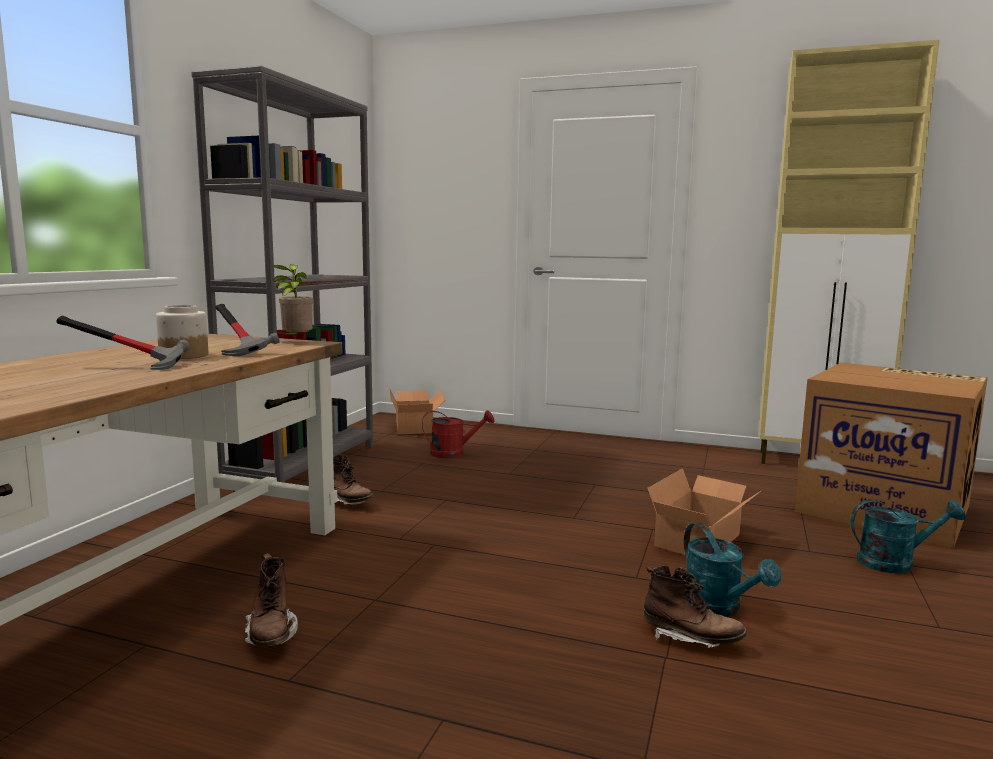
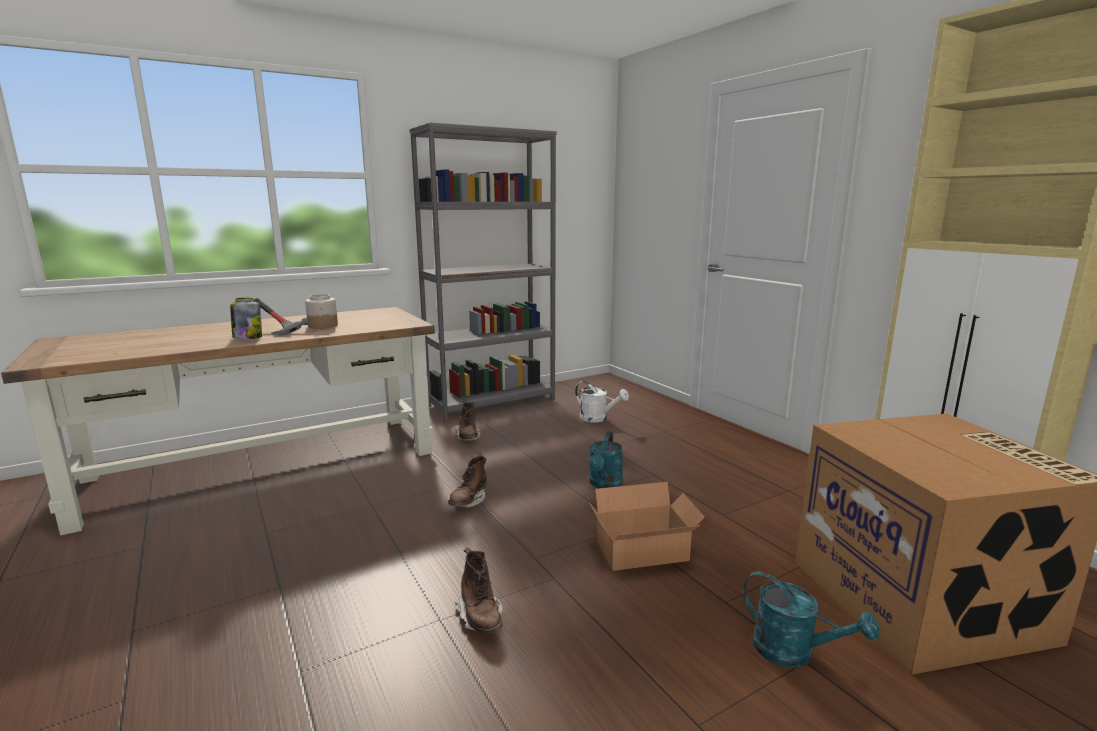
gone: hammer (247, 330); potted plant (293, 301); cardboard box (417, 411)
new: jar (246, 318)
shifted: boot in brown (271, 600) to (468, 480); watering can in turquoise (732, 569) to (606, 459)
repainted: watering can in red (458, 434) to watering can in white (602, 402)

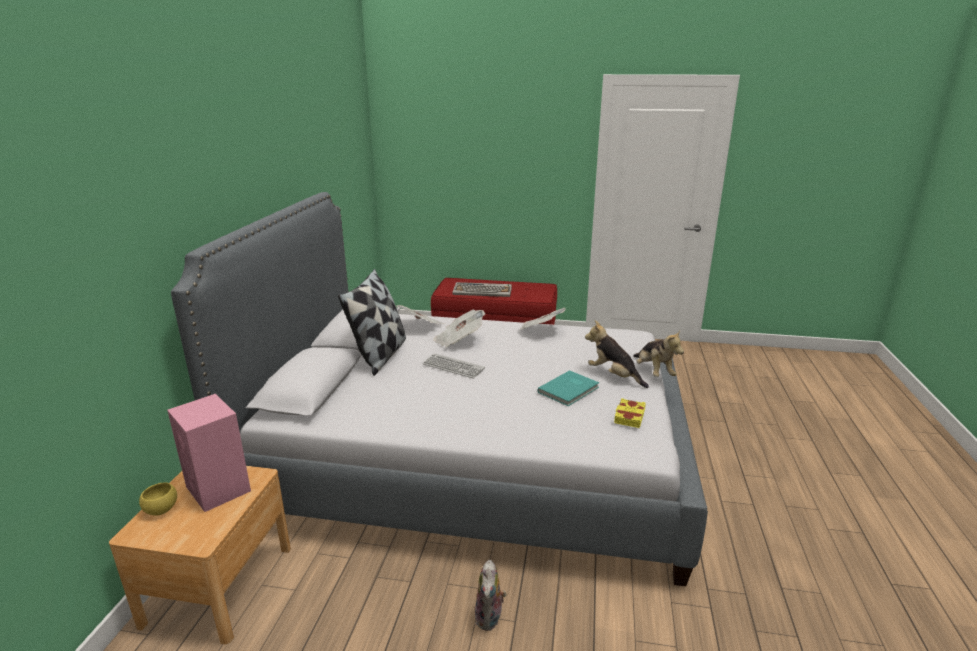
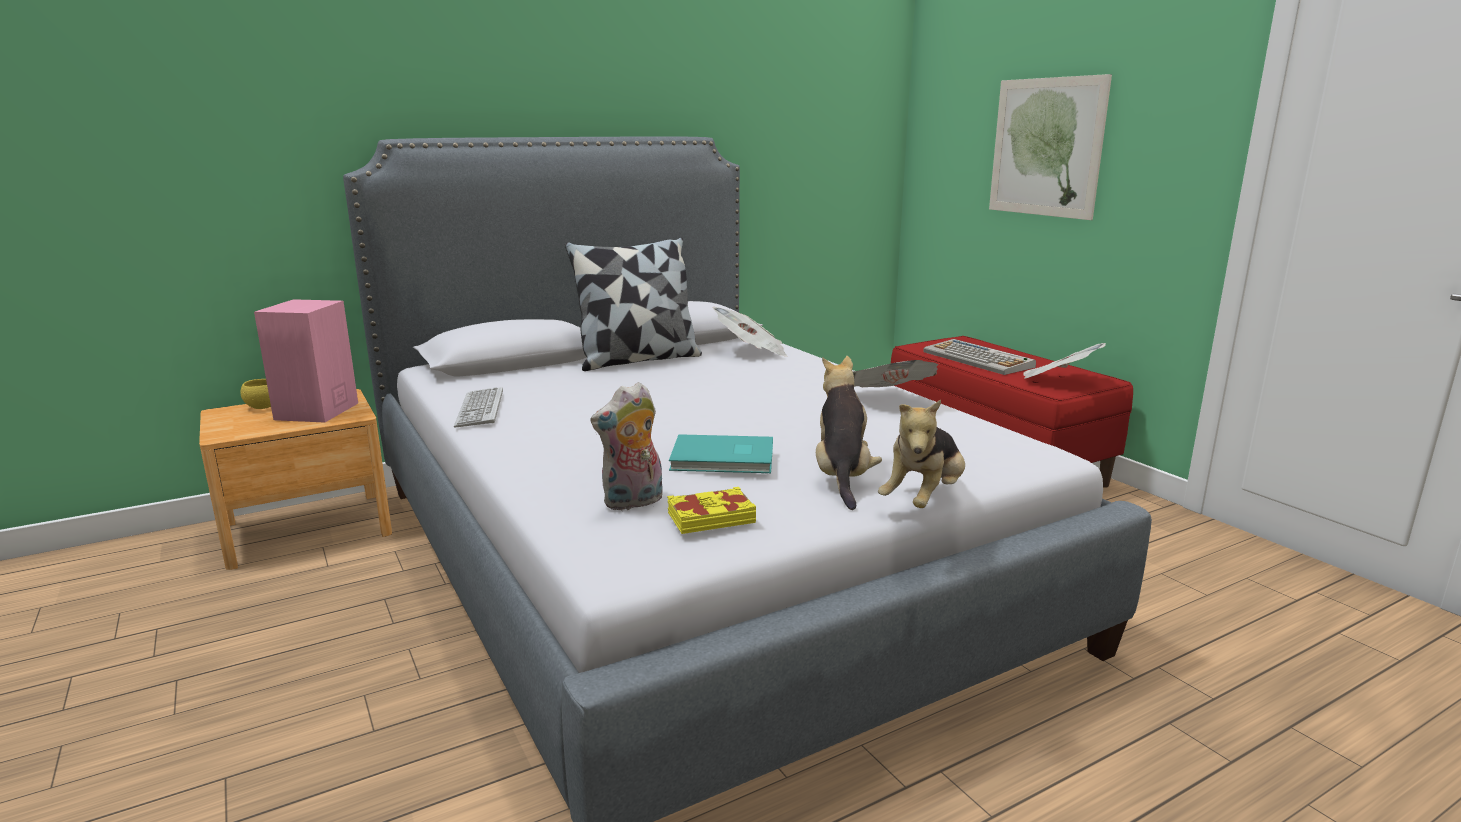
new: picture (1050, 147)
shifted: keyboard (453, 366) to (478, 407); newspaper (459, 328) to (1064, 361); plush toy (491, 595) to (626, 446)

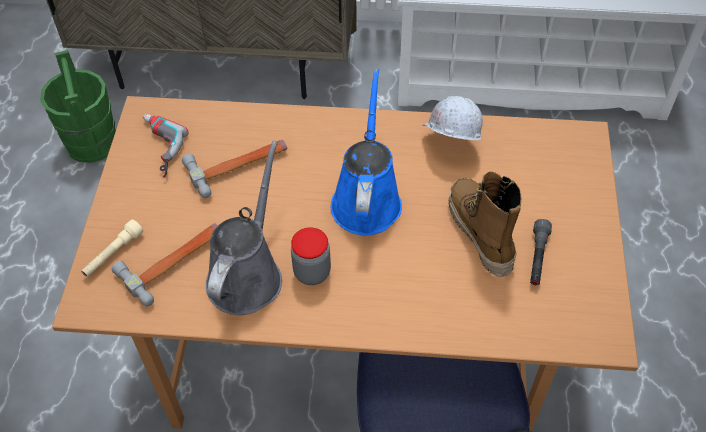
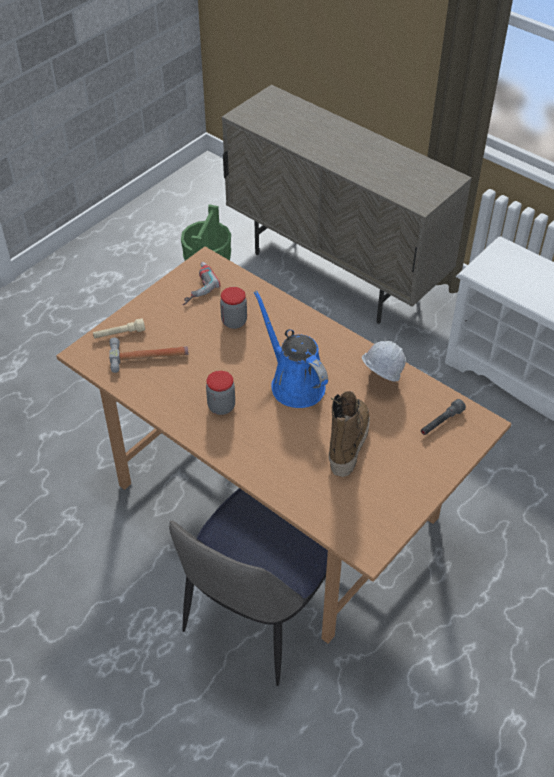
gone: watering can in grey (244, 228)
shifted: flashlight in grey (541, 252) to (443, 417)
swapped: hammer (235, 169) to jar (233, 308)
rotated: watering can in blue (366, 152) = (291, 349) 75 degrees counterclockwise

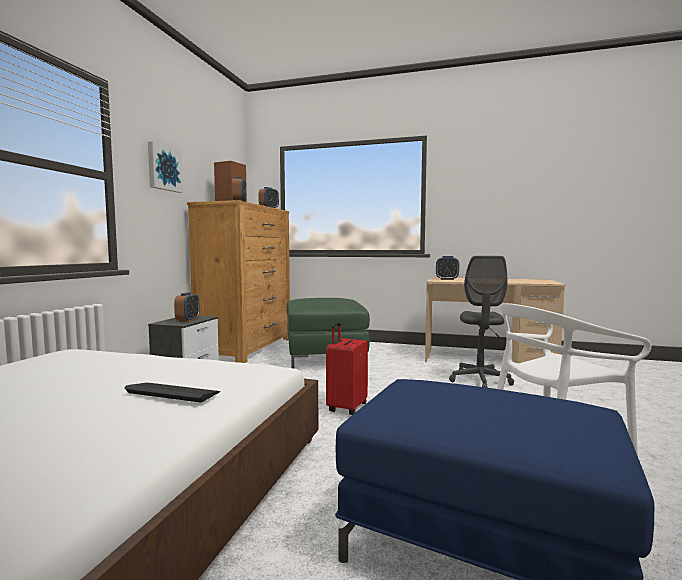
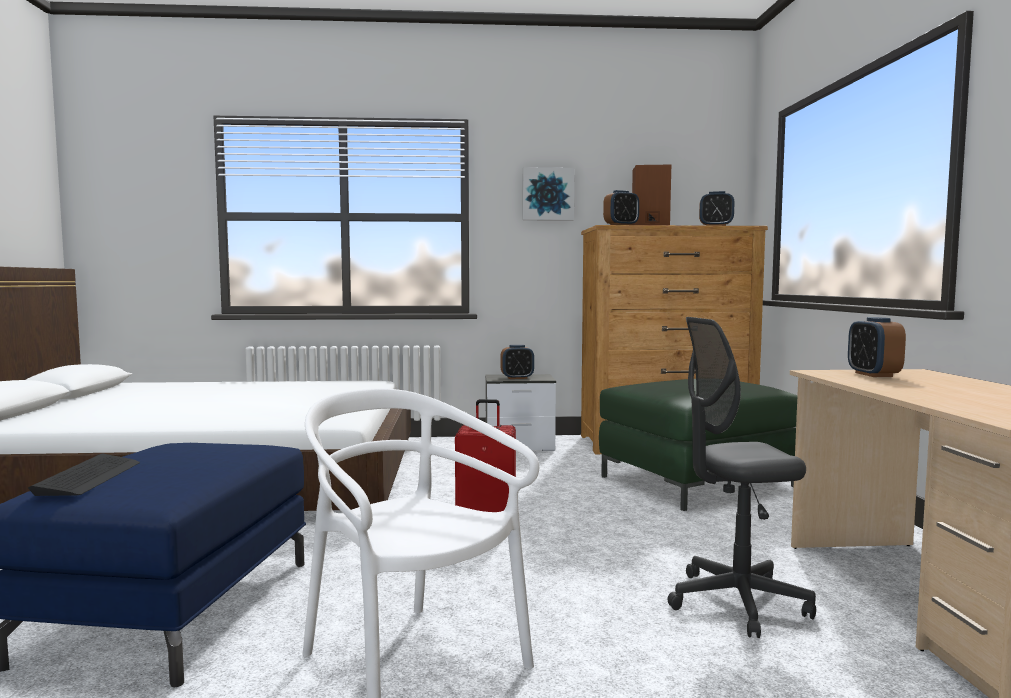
shifted: keyboard (172, 392) to (84, 474)

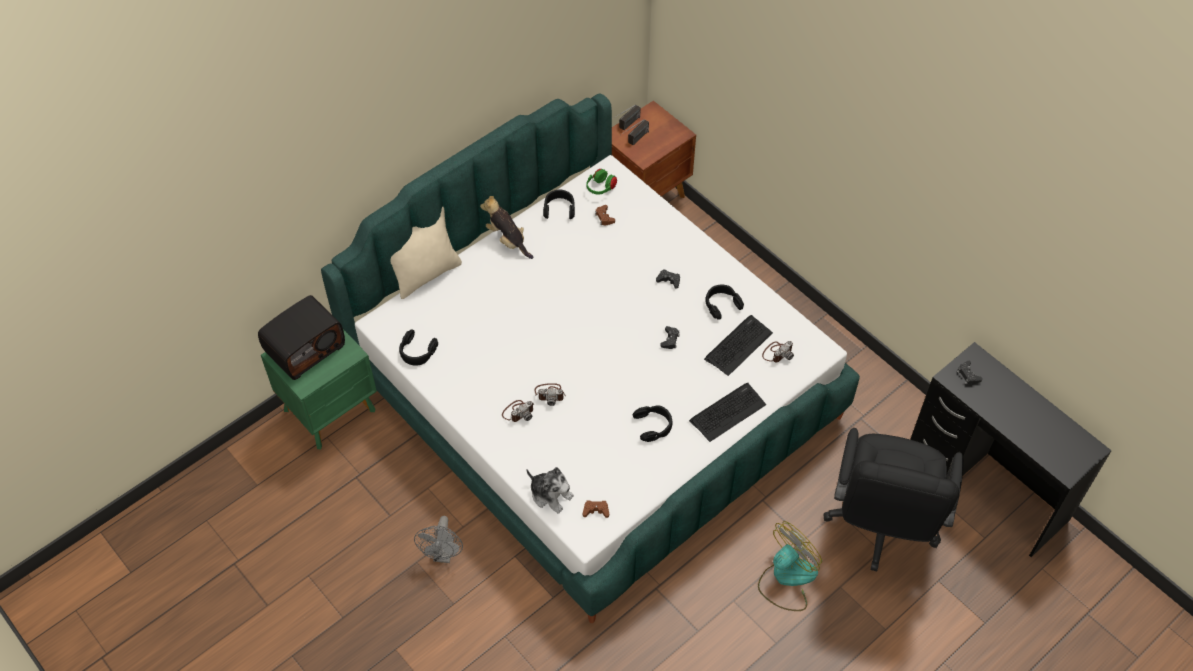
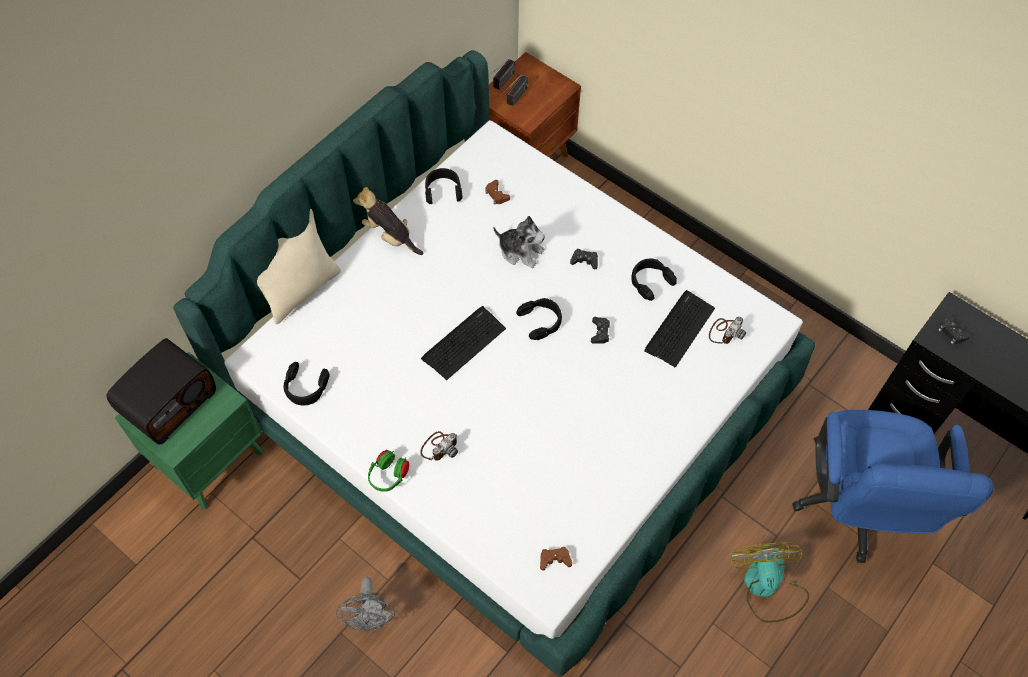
gone: photo camera (550, 394)
shifted: plush toy (550, 490) to (519, 242); headphones in green (602, 182) to (388, 471); headphones in black (652, 423) to (539, 319); keyboard (727, 412) to (463, 343)
repainted: office chair in black (893, 499) to office chair in blue (893, 486)
rotated: fan (790, 566) = (769, 583) 45 degrees counterclockwise

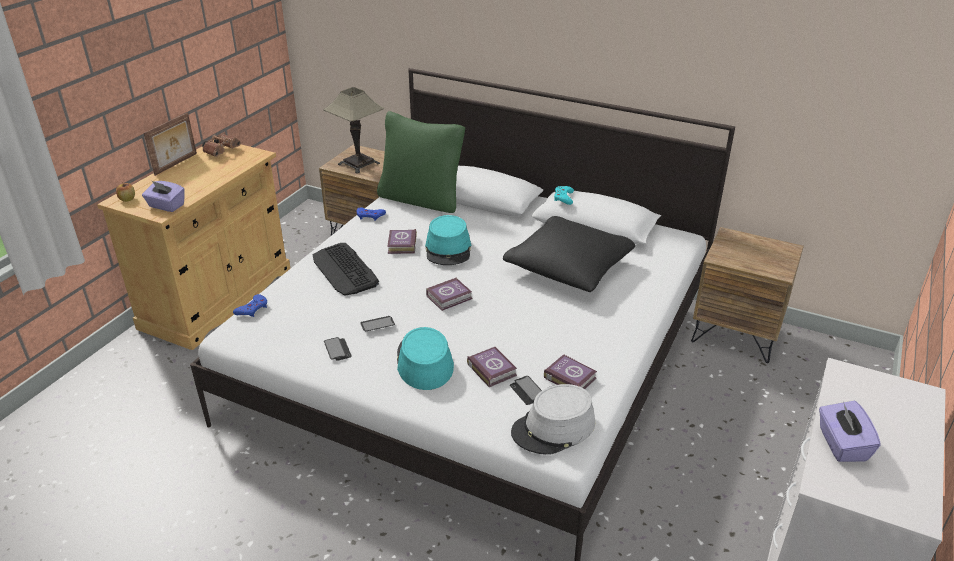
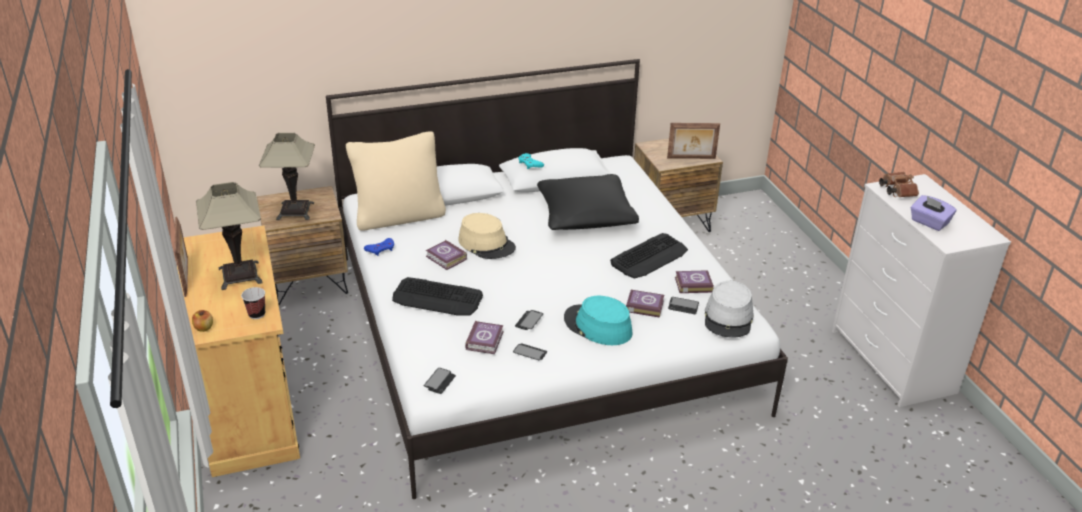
gone: game controller in blue (250, 305)
new: table lamp (229, 236); phone (440, 381); keyboard (649, 256); picture frame (693, 141)
shifted: binoculars in brown (221, 145) to (899, 184); book (449, 294) to (484, 337)
swapped: tissue box in purple (163, 196) to cup (253, 303)
repainted: pillow in green (421, 162) to pillow in beige (396, 181); hat in turquoise (448, 240) to hat in beige (487, 236)

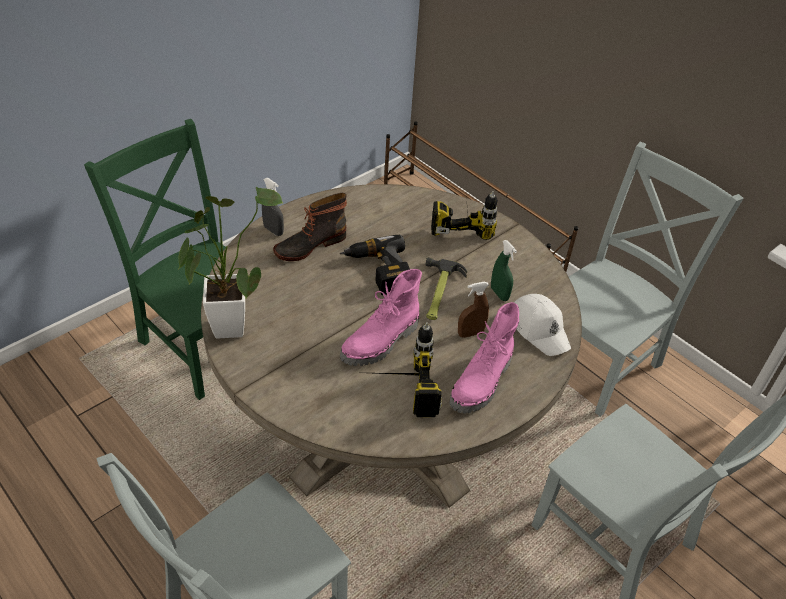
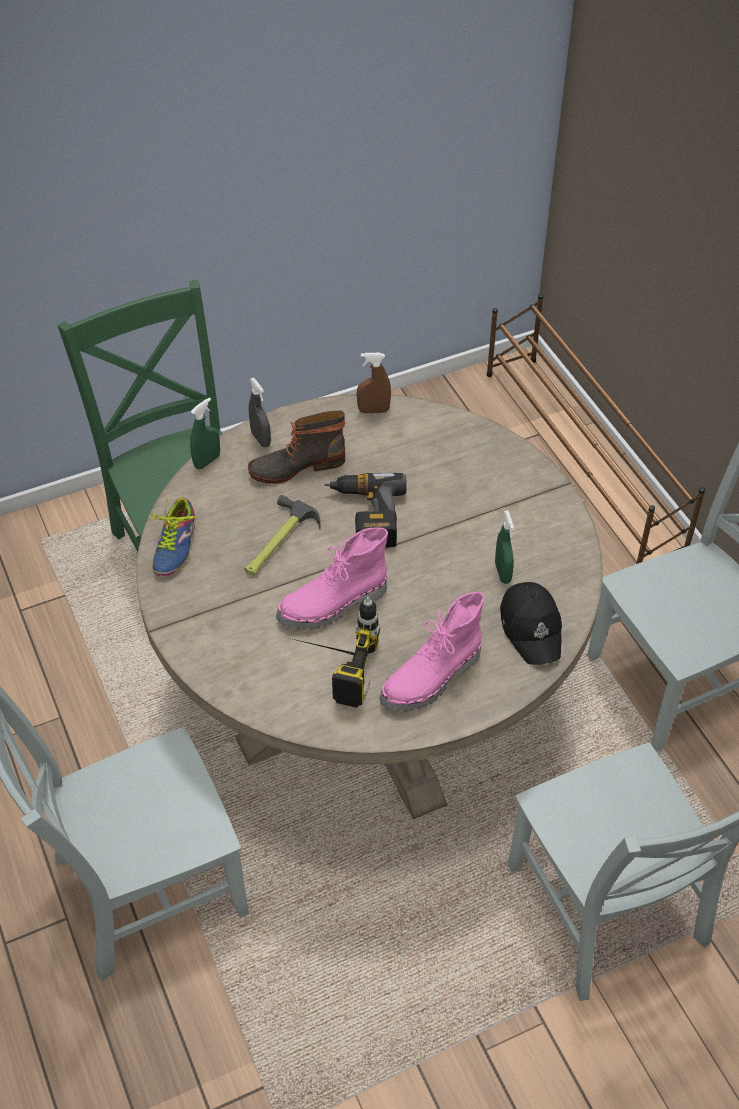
gone: power drill (464, 215)
new: spray bottle in green (205, 433)
shifted: hammer (446, 289) to (282, 535); spray bottle in brown (473, 310) to (374, 383)
swapped: potted plant (230, 263) to shoe (174, 536)
repainted: cap in white (542, 325) to cap in black (531, 623)

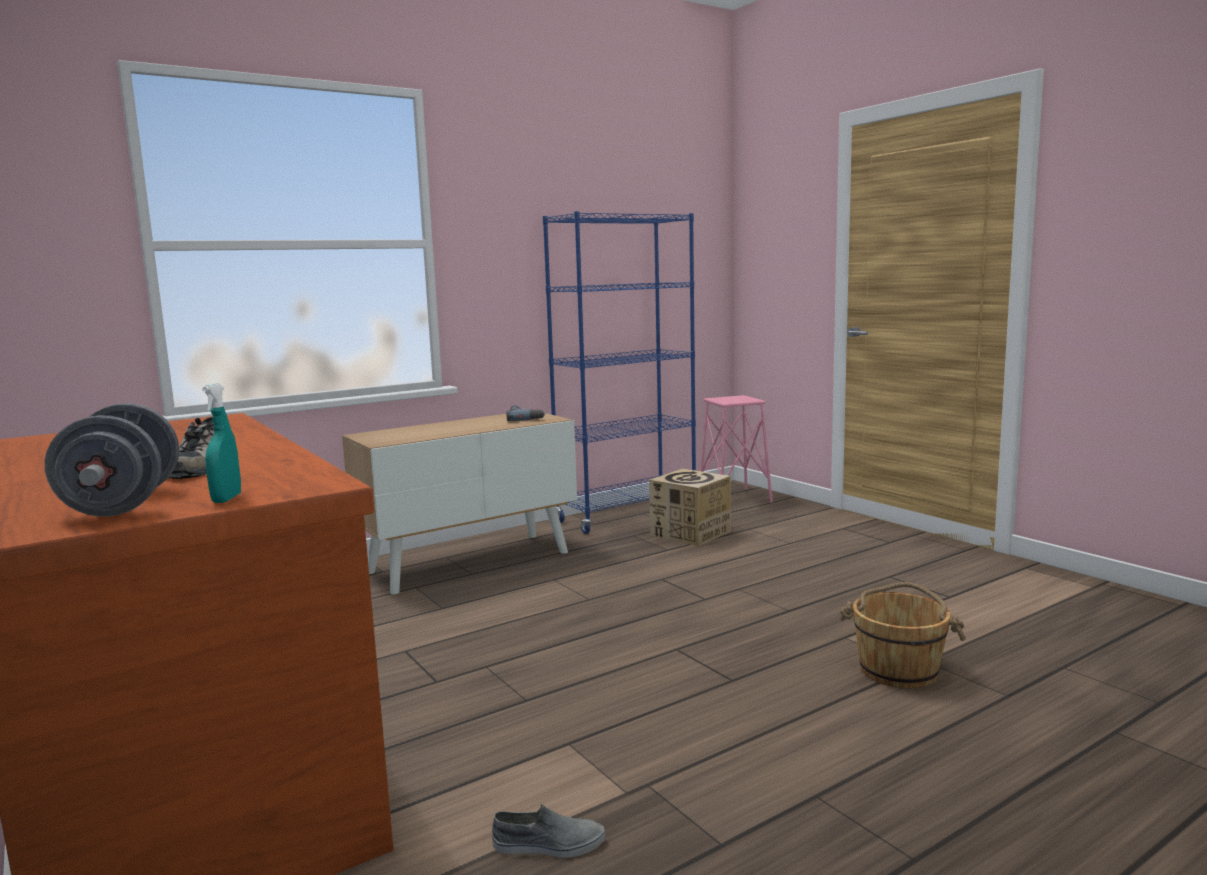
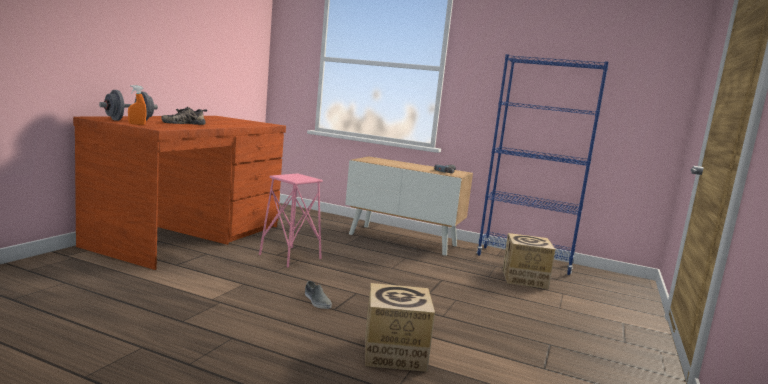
shifted: shoe in grey (548, 830) to (318, 295); stool in pink (736, 449) to (291, 220)
swapped: bucket in brown (903, 635) to cardboard box (400, 327)
repainted: spray bottle in turquoise (221, 443) to spray bottle in orange (137, 105)

